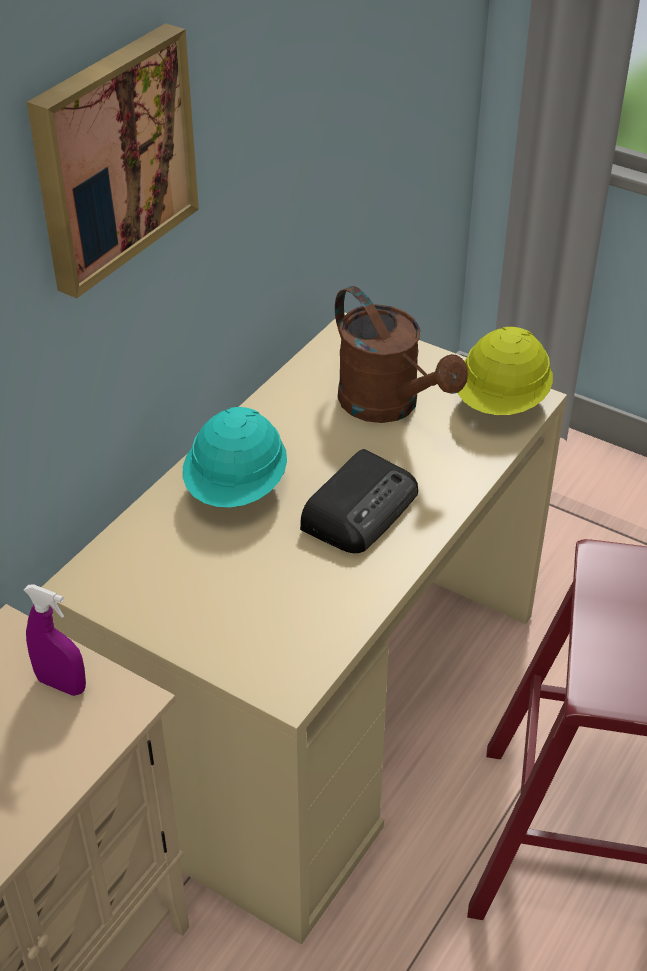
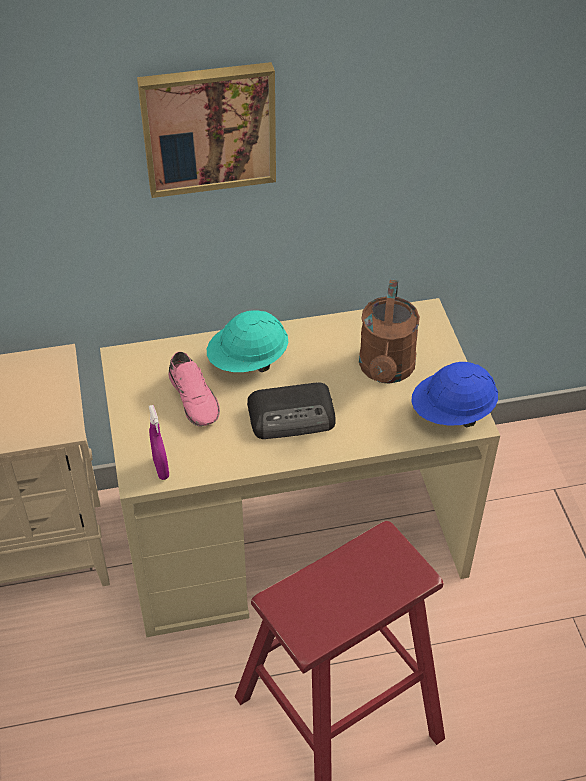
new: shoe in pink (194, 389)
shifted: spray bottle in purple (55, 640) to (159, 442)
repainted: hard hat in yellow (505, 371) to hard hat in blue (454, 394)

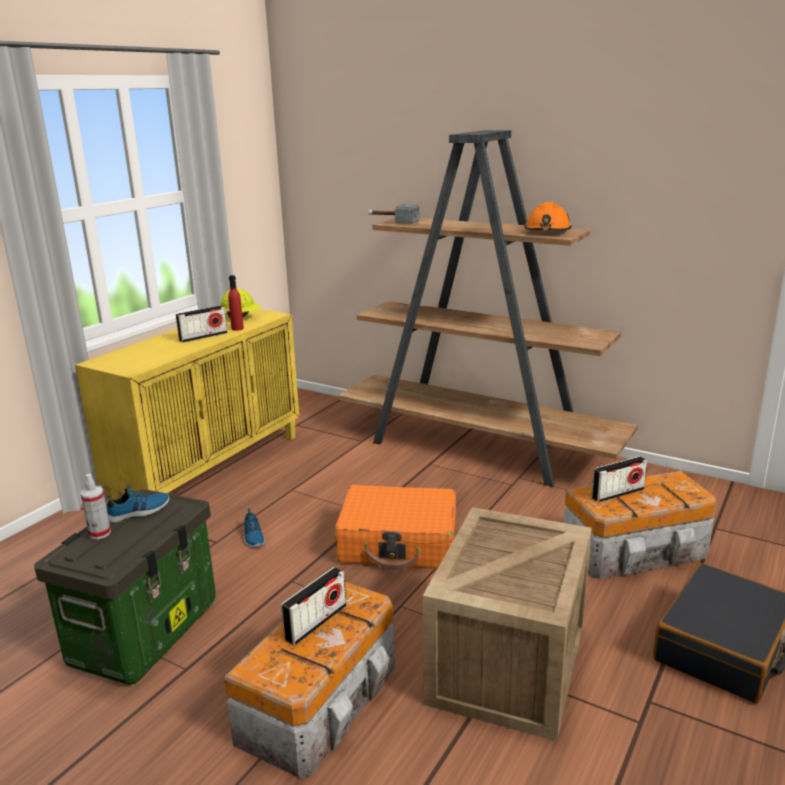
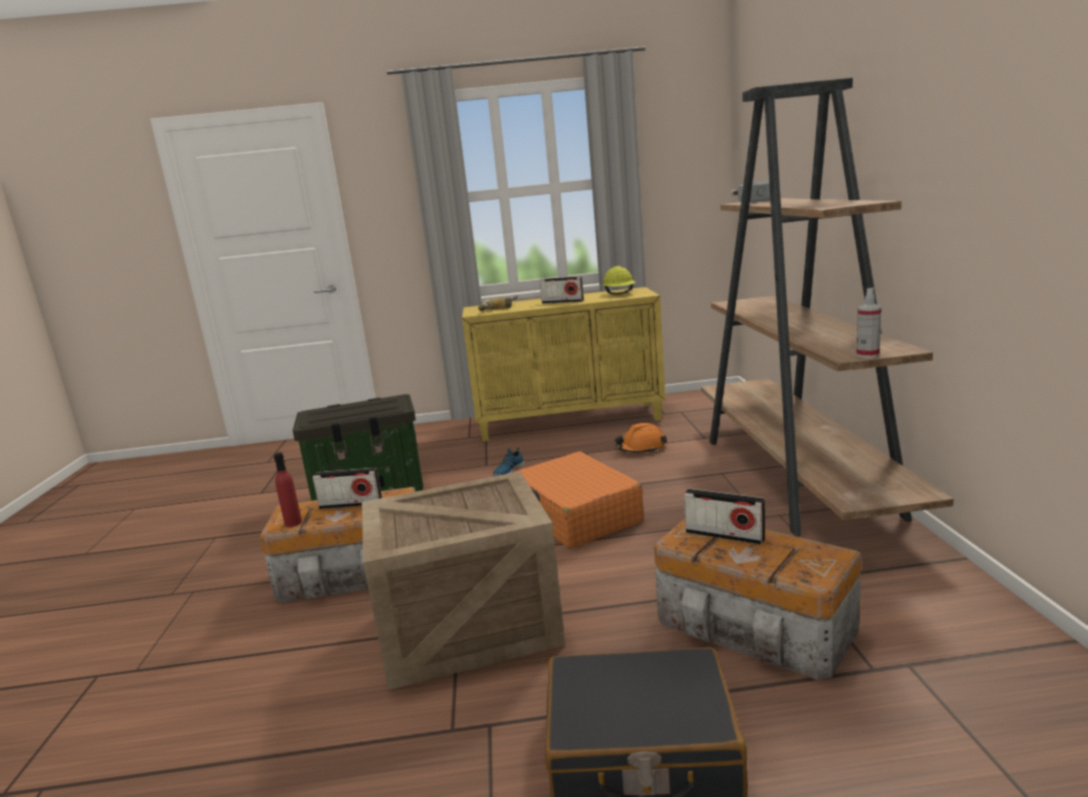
gone: shoe (138, 503)
new: power drill (498, 303)
shifted: spray bottle (95, 506) to (869, 323); bottle in red (236, 303) to (288, 489); hard hat in orange (548, 216) to (641, 438)

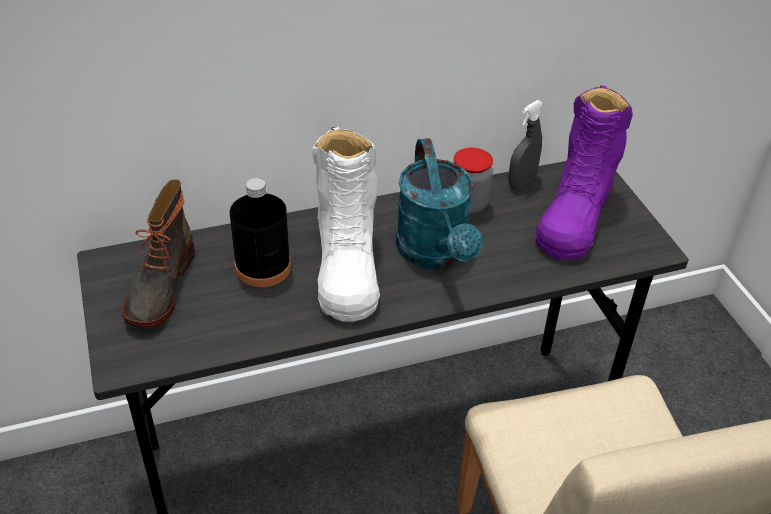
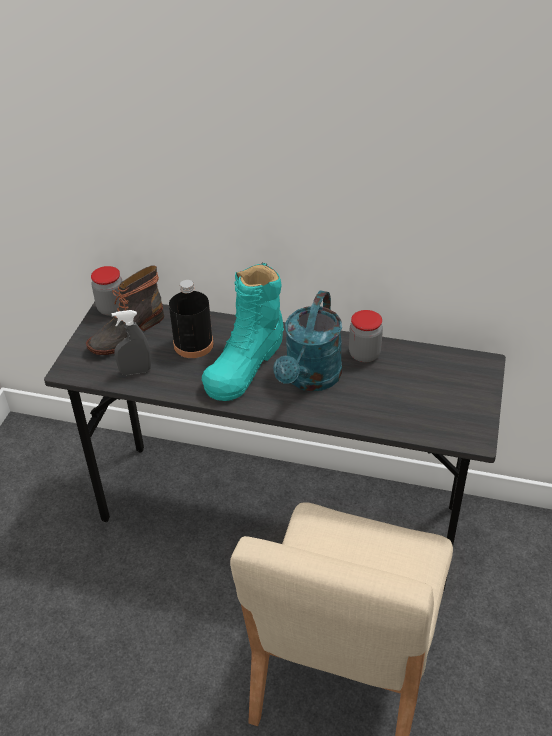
gone: boot in purple (584, 172)
new: jar (107, 291)
shifted: spray bottle in grey (526, 144) to (131, 342)
repainted: boot in white (346, 224) to boot in turquoise (243, 332)

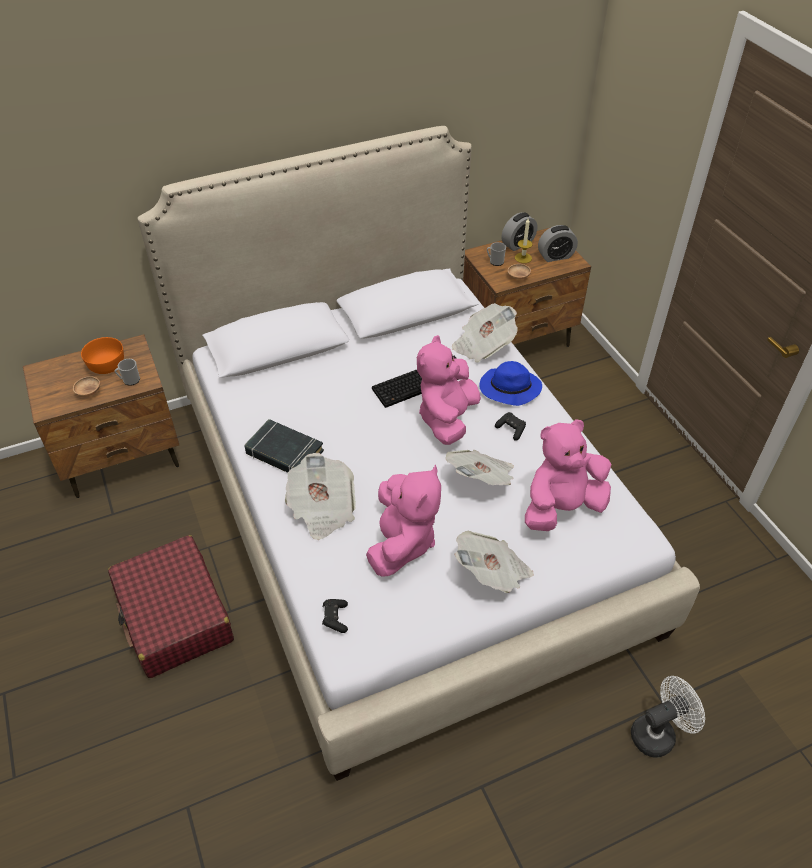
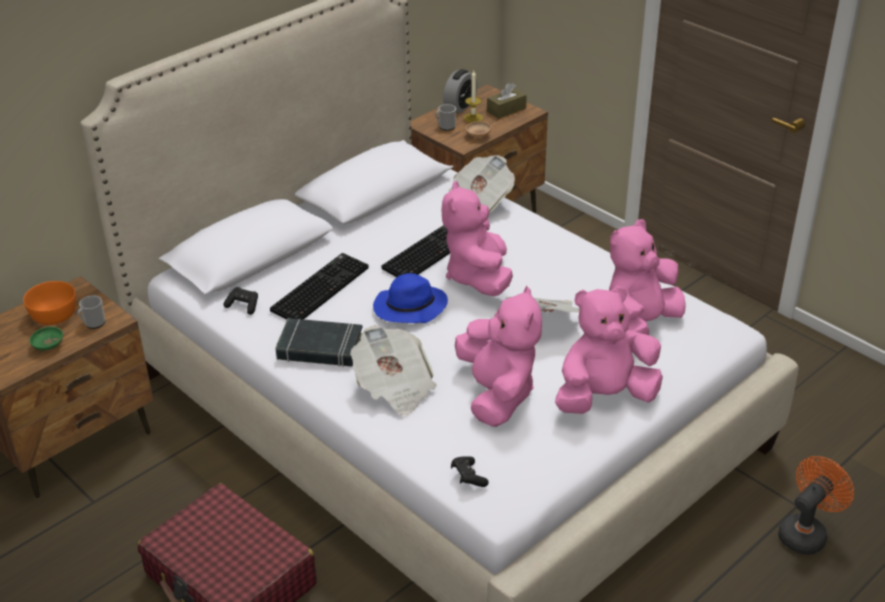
new: keyboard (319, 286)
shifted: hat in blue (510, 383) to (410, 298); game controller in black (510, 426) to (241, 301)
swapped: newspaper (494, 562) to plush toy in pink (609, 350); alarm clock (558, 243) to tissue box in brown (507, 101)
repainted: bowl in brown (86, 386) to bowl in green (46, 338); fan in white (668, 717) to fan in orange (816, 505)

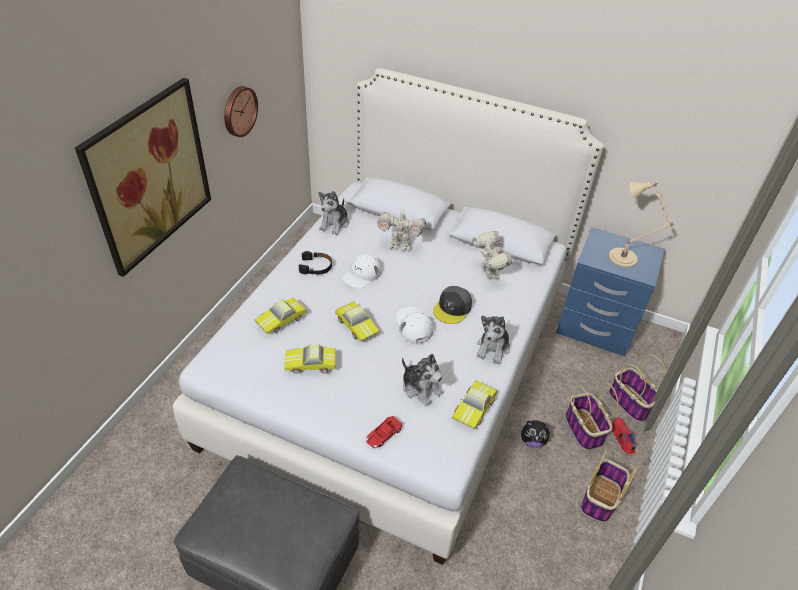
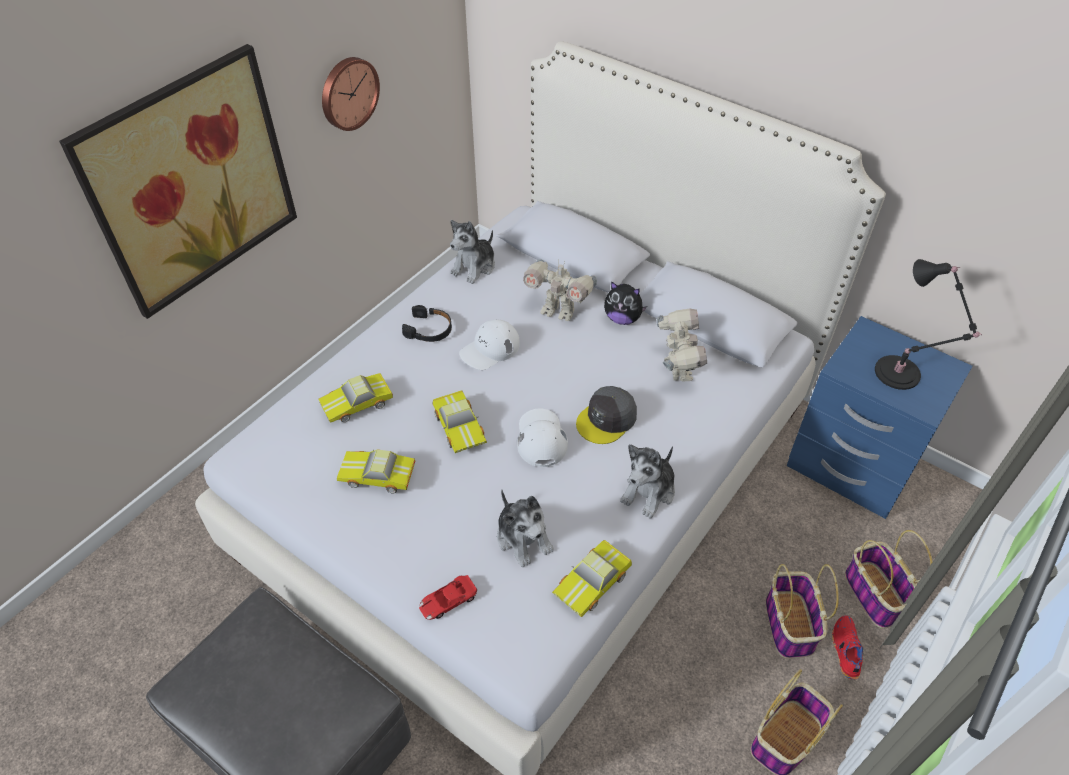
shifted: plush toy (535, 434) to (626, 303)
repainted: table lamp in beige (642, 224) to table lamp in black (928, 324)

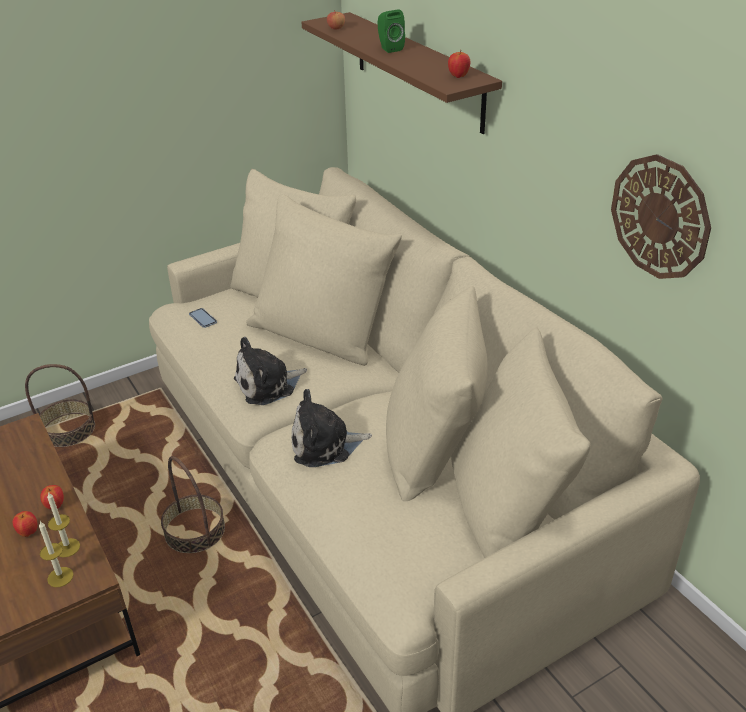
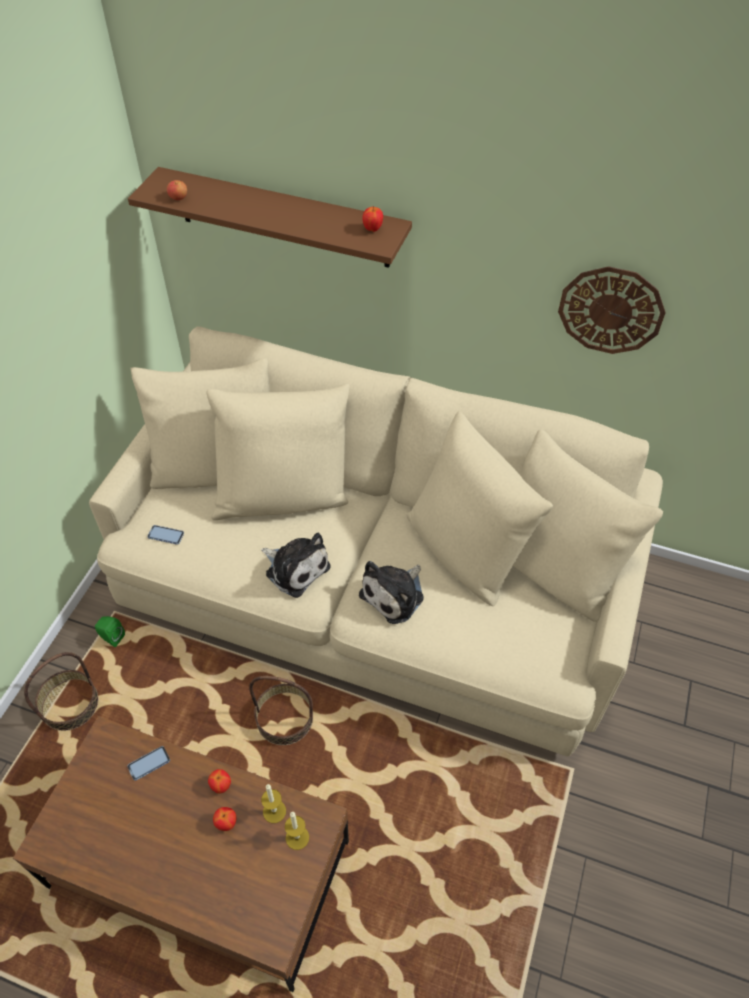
new: phone (148, 763)
shifted: speaker in green (391, 31) to (110, 631)
rotated: plush toy (270, 371) = (295, 565) 75 degrees counterclockwise

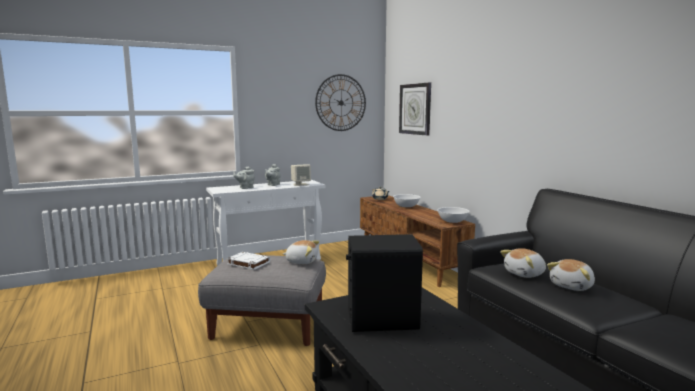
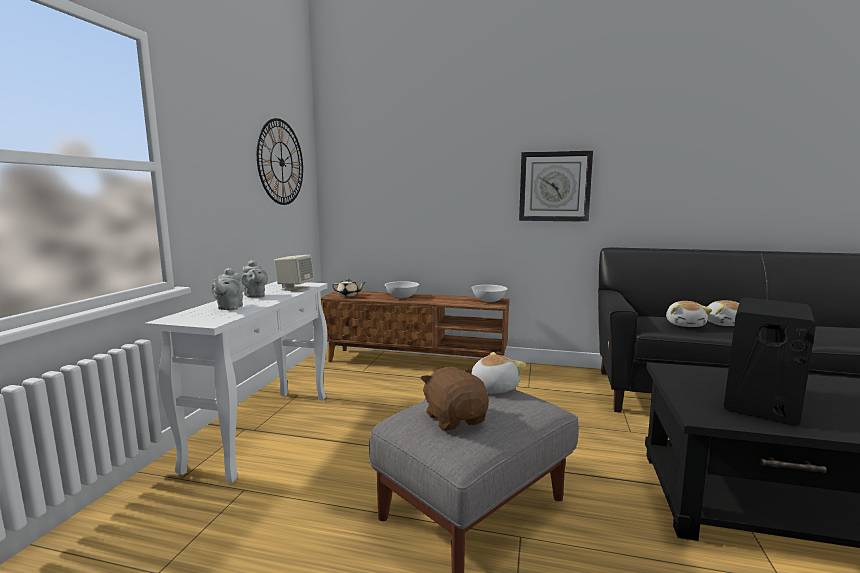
shifted: wall clock (415, 109) to (556, 186)
swapped: book in white (248, 261) to plush toy in brown (454, 399)

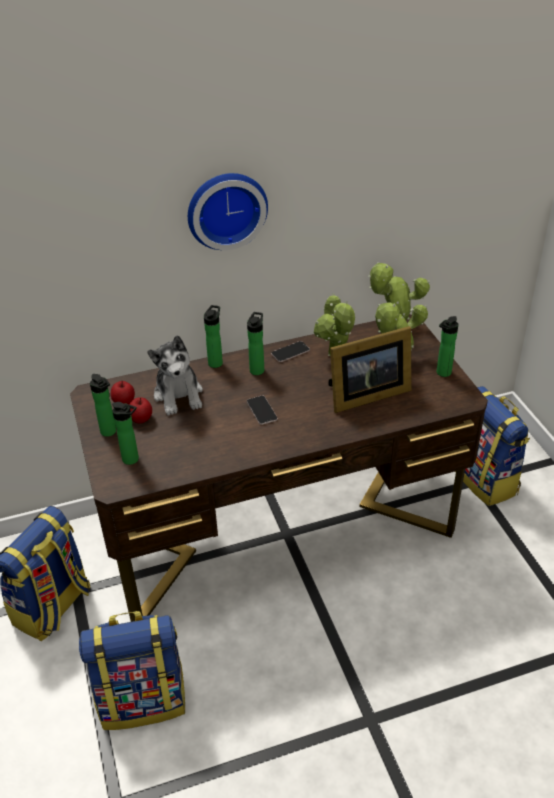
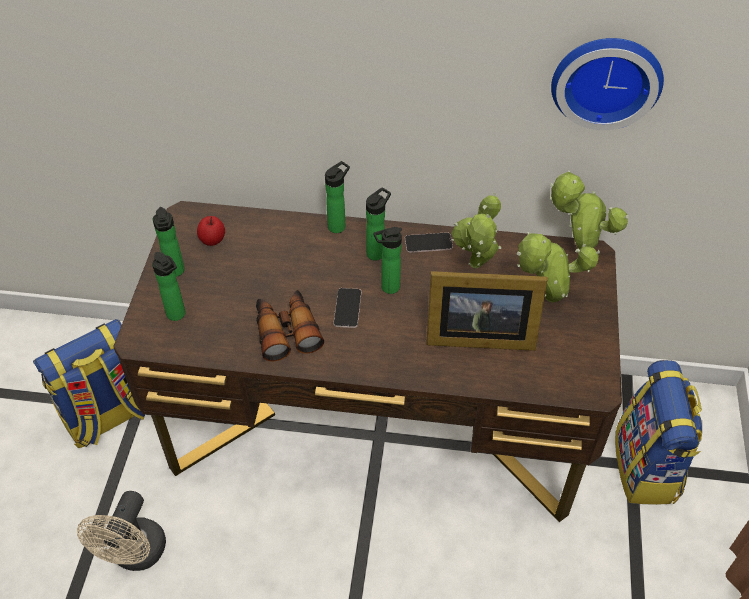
gone: apple (140, 410); plush toy (175, 375)
new: binoculars (290, 325)
shifted: wall clock (228, 211) to (607, 84); bottle (448, 346) to (387, 260)
swapped: backpack (132, 670) to fan in beige (121, 531)

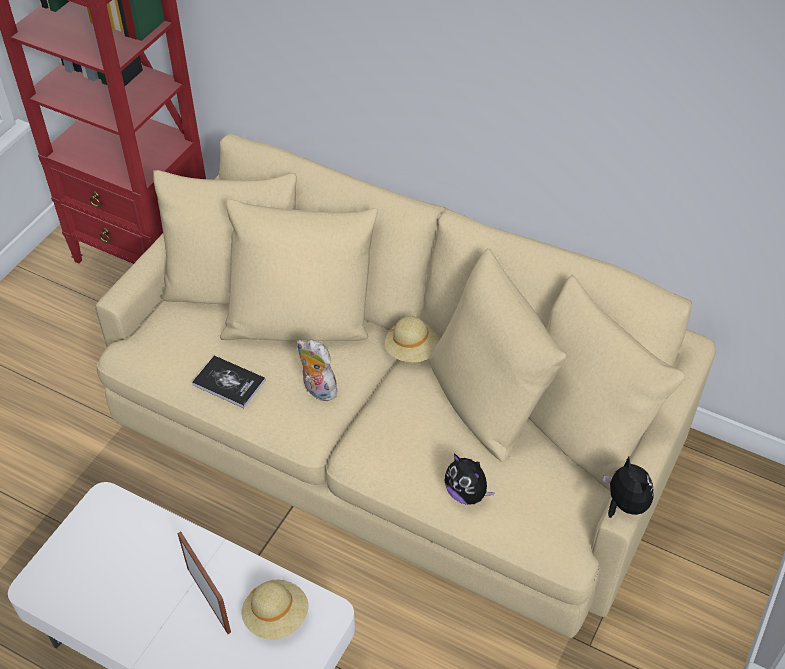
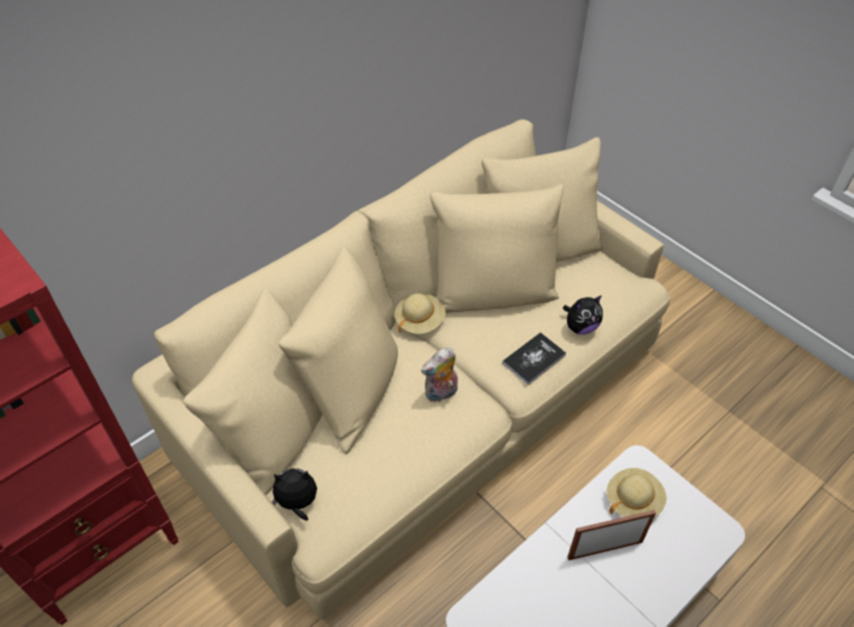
shifted: book (229, 382) to (534, 358); plush toy (628, 487) to (294, 494)

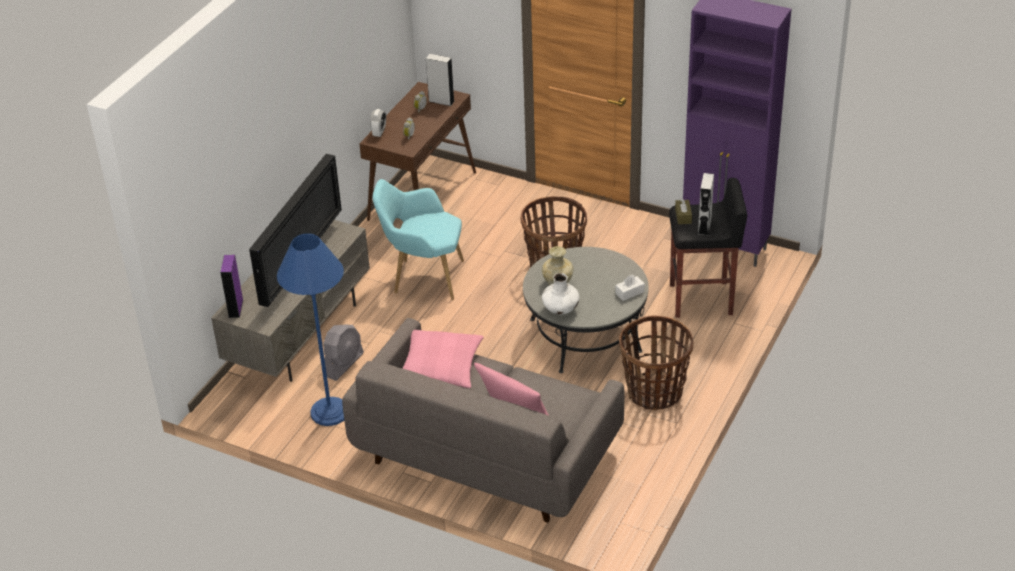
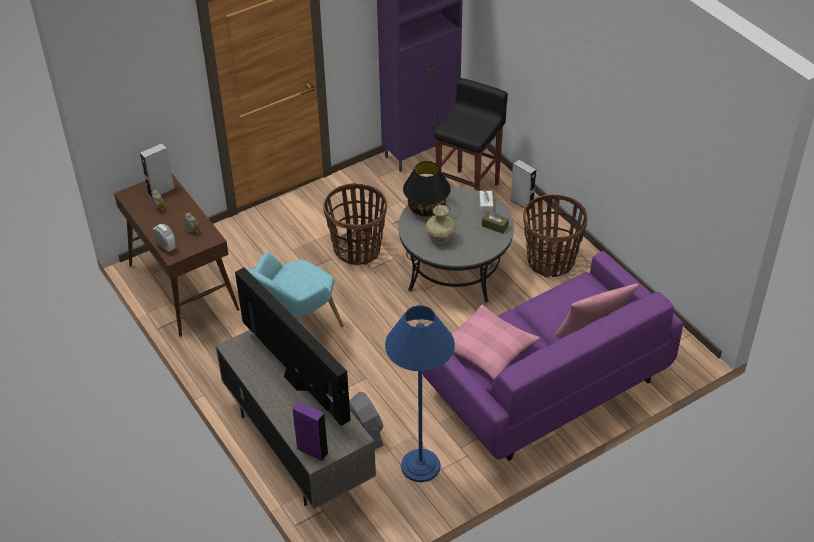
gone: vase in white (560, 294)
new: table lamp in black (427, 189)
shifted: tissue box in brown (683, 211) to (495, 222); speaker in grey (706, 204) to (523, 185)
repainted: sofa in grey (483, 420) to sofa in purple (552, 356)

